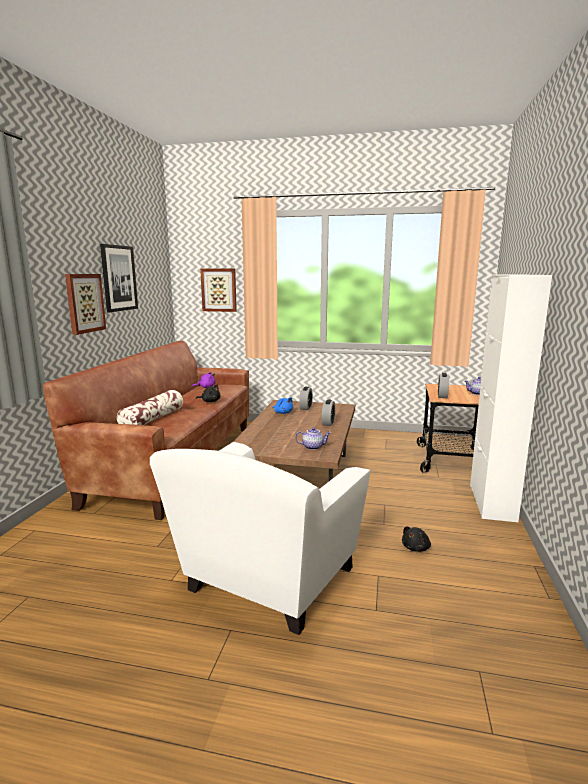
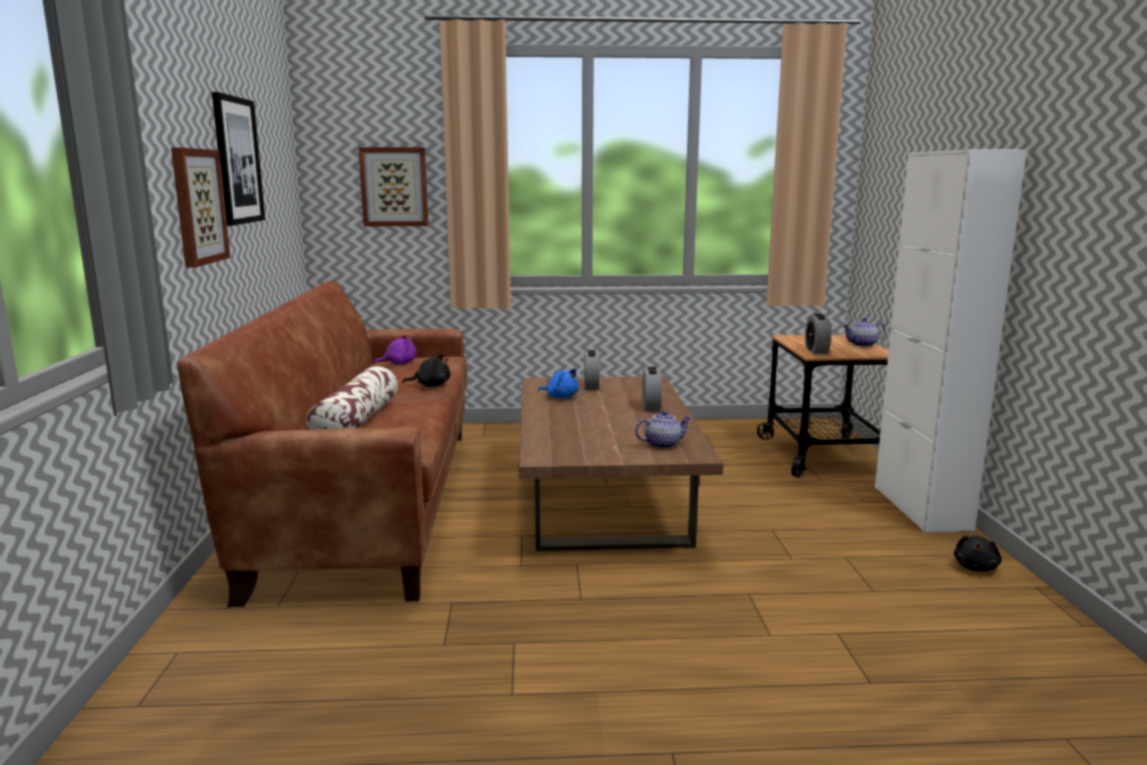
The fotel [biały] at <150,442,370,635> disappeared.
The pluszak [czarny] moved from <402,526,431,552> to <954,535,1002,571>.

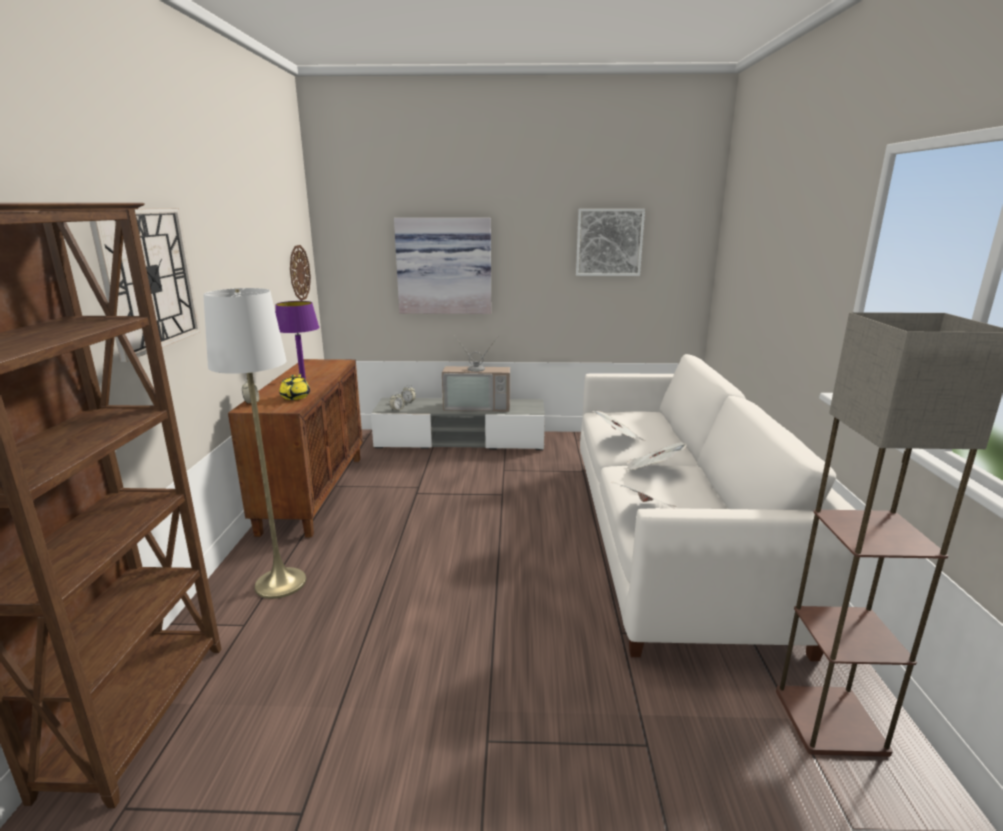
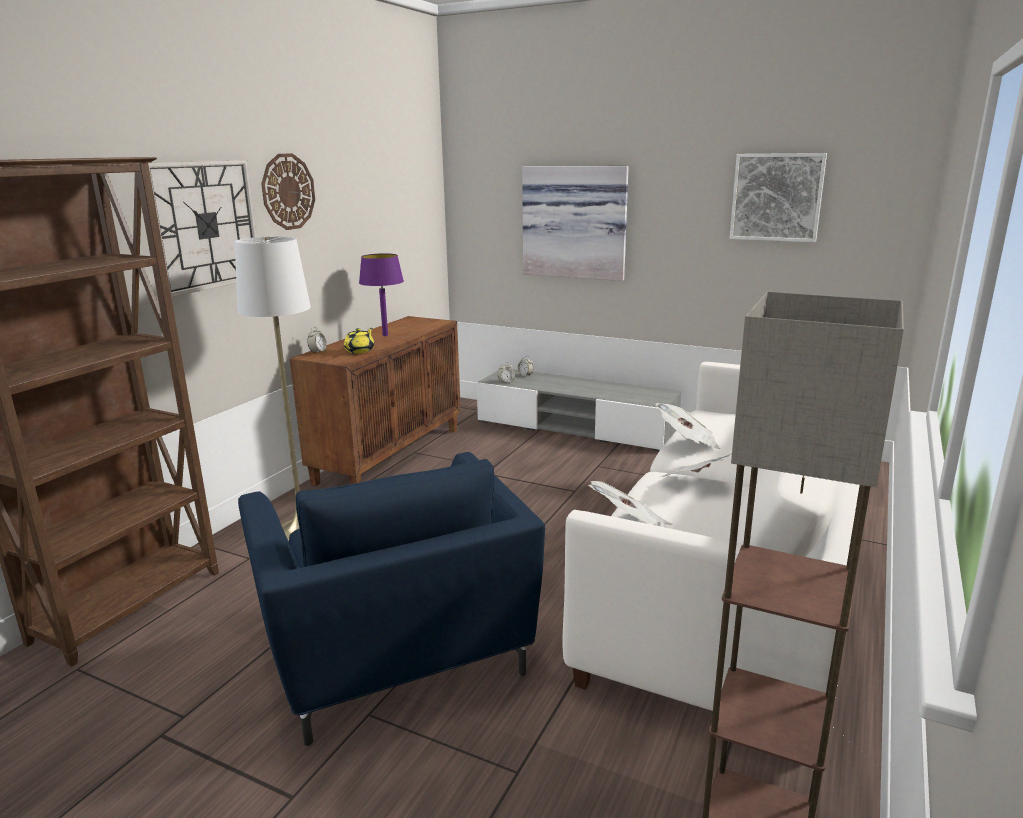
The telewizor at <442,336,510,412> disappeared.
The fotel [niebieski] at <238,452,545,746> appeared.
The zegar ścienny moved from <290,245,311,301> to <261,153,315,230>.

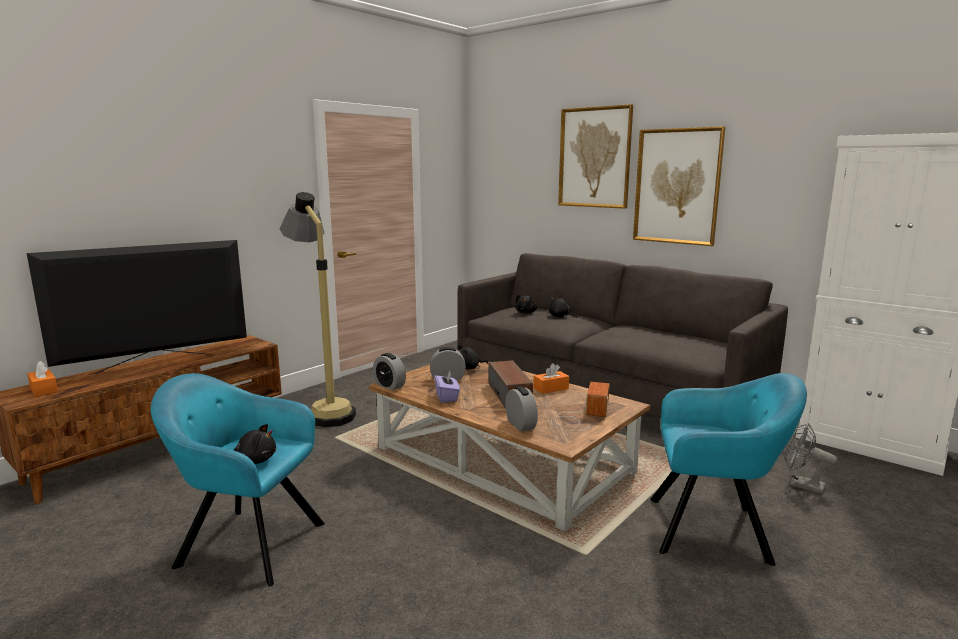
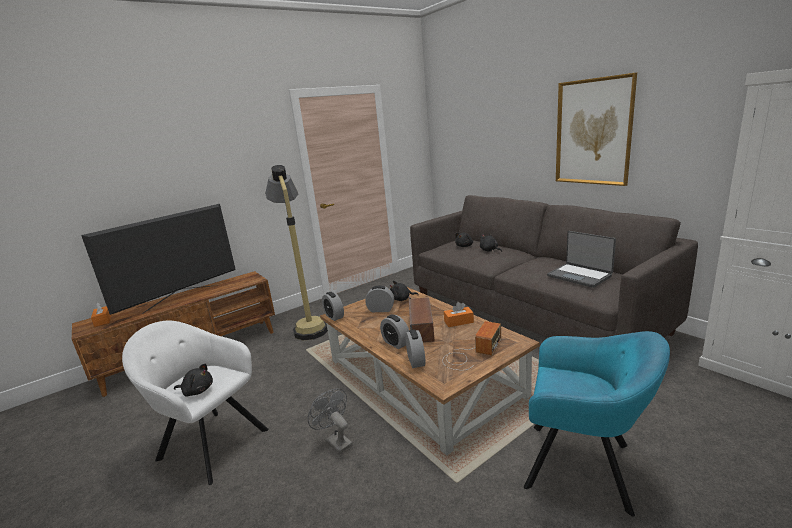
The pudełko chusteczek [fioletowy] at <434,371,460,403> disappeared.
The obraz at <558,104,633,209> disappeared.
The budzik at <380,315,409,349> appeared.
The laptop at <547,231,616,288> appeared.
The wentylator [szary] moved from <784,423,838,494> to <308,388,353,454>.
The fotel [turkusowy] at <151,373,325,586> became the fotel [biały] at <122,320,269,485>.
The telewizor at <27,240,247,374> turned 150 degrees clockwise.

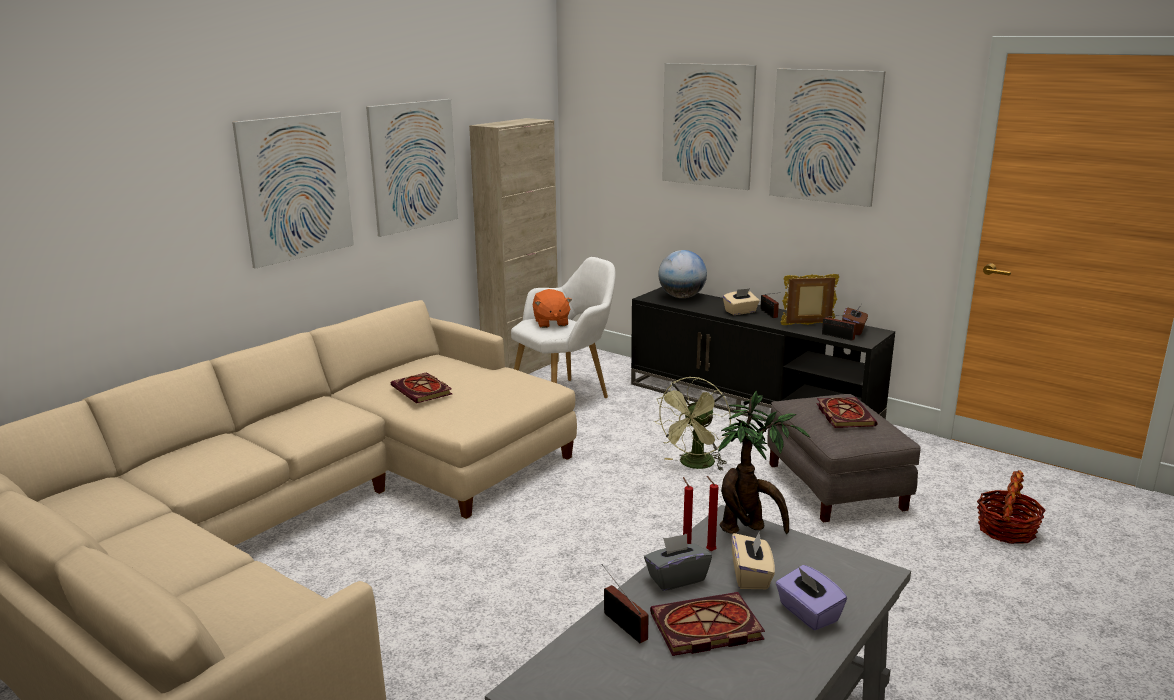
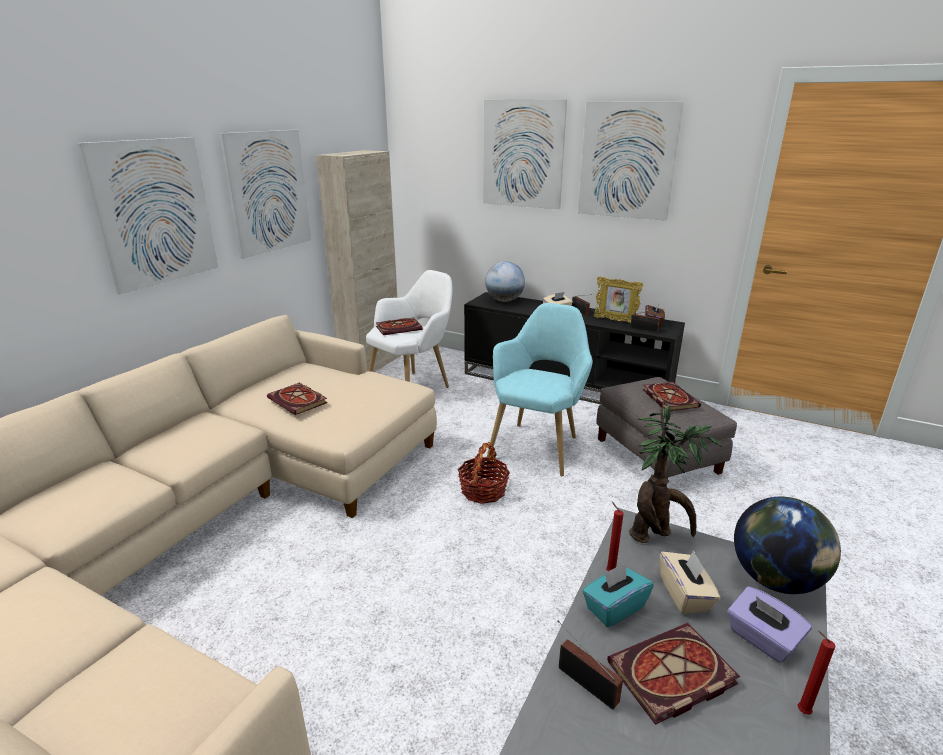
The globus at <734,497,841,594> appeared.
The świeca [czerwony] moved from <706,476,718,551> to <798,630,836,715>.
The koszyk moved from <977,470,1046,544> to <458,442,510,504>.
The pluszak [pomarańczowy] at <533,289,572,328> was replaced by the książka at <376,318,423,335>.
The wentylator [zielony] at <654,377,731,471> was replaced by the fotel [turkusowy] at <487,303,593,476>.
The pudełko chusteczek [szary] at <644,534,712,591> became the pudełko chusteczek [turkusowy] at <582,563,653,627>.
The ramka na zdjęcie at <781,274,839,325> turned 135 degrees counterclockwise.

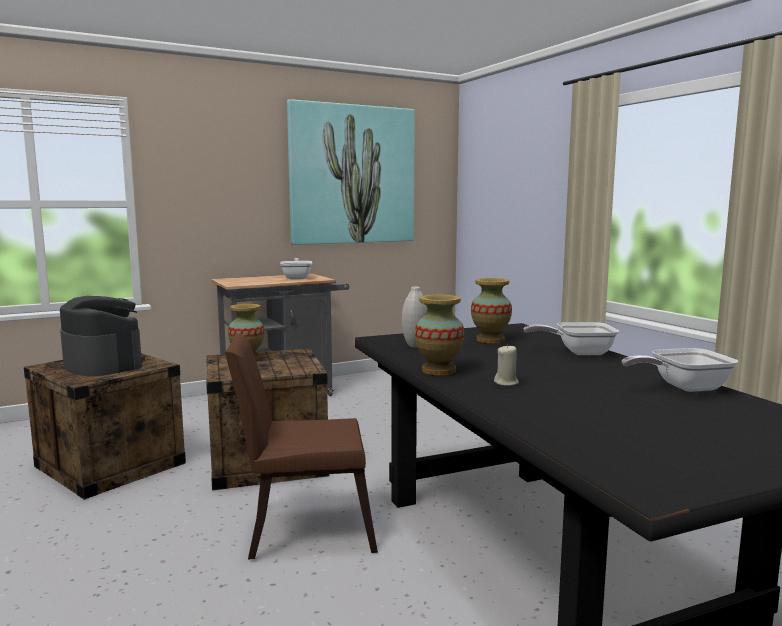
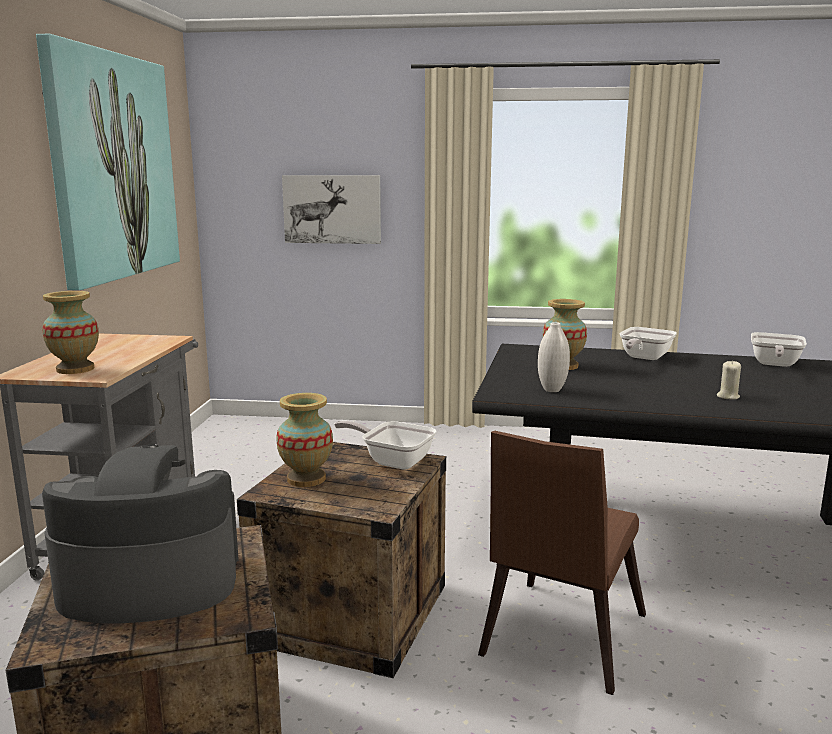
The obraz at <282,175,381,244> appeared.
The patelnia moved from <280,258,312,279> to <334,420,436,470>.
The wazon moved from <415,295,464,375> to <42,291,99,374>.

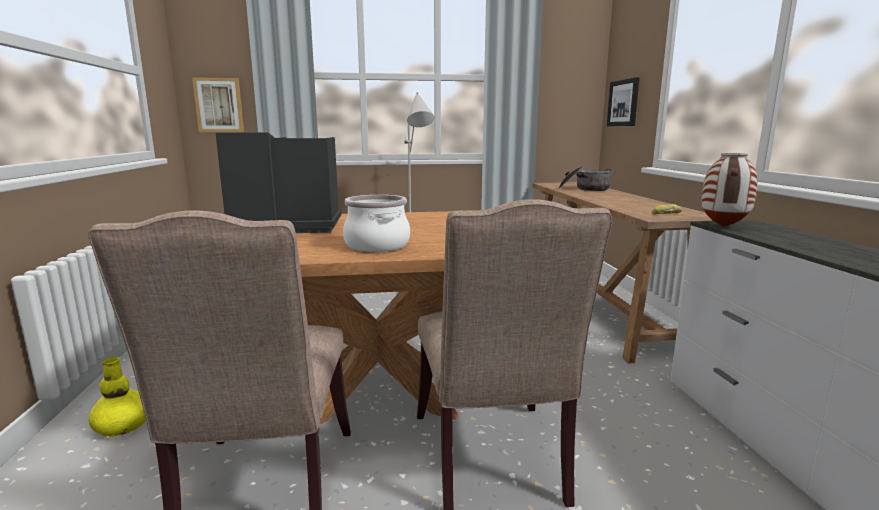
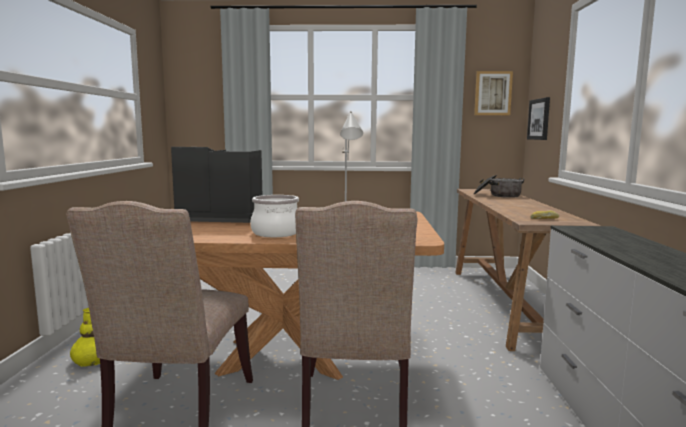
The wazon at <701,153,758,227> disappeared.
The obraz moved from <192,77,244,132> to <474,71,513,115>.

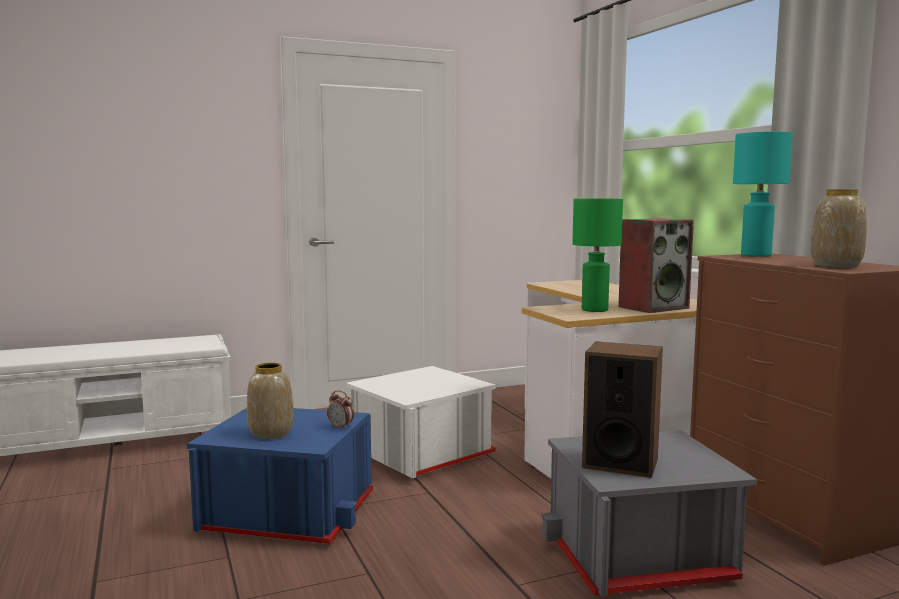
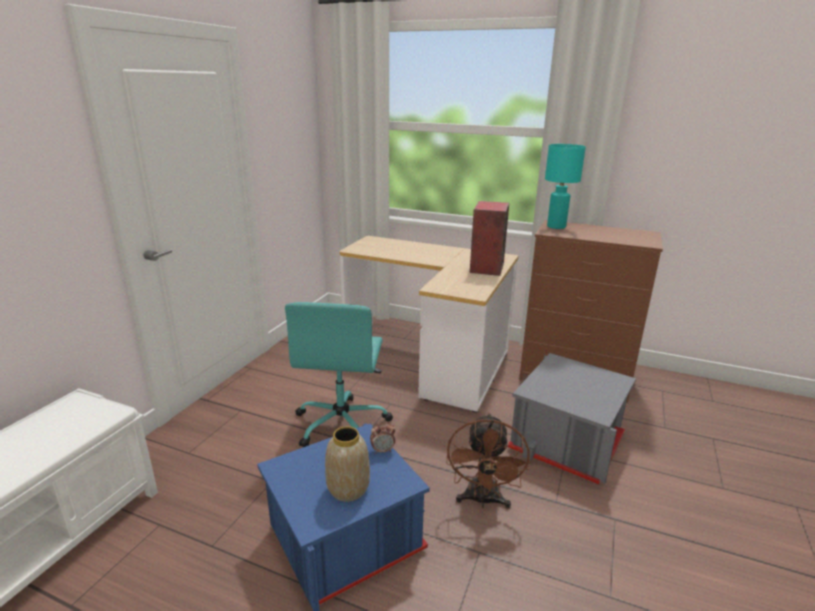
The lampa stołowa [zielony] at <572,199,623,312> disappeared.
The głośnik at <582,341,663,478> disappeared.
The wazon at <811,189,867,268> disappeared.
The wentylator [brązowy] at <446,413,530,509> appeared.
The pojemnik do przechowywania [biały] at <345,366,496,478> was replaced by the krzesło biurowe [turkusowy] at <285,302,393,447>.

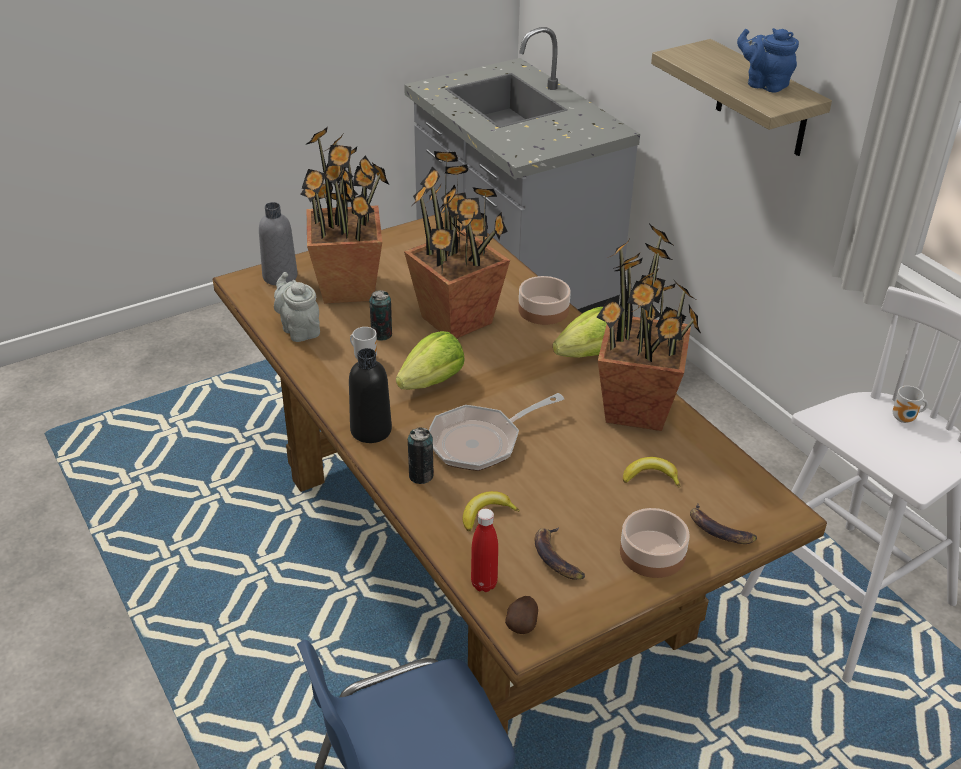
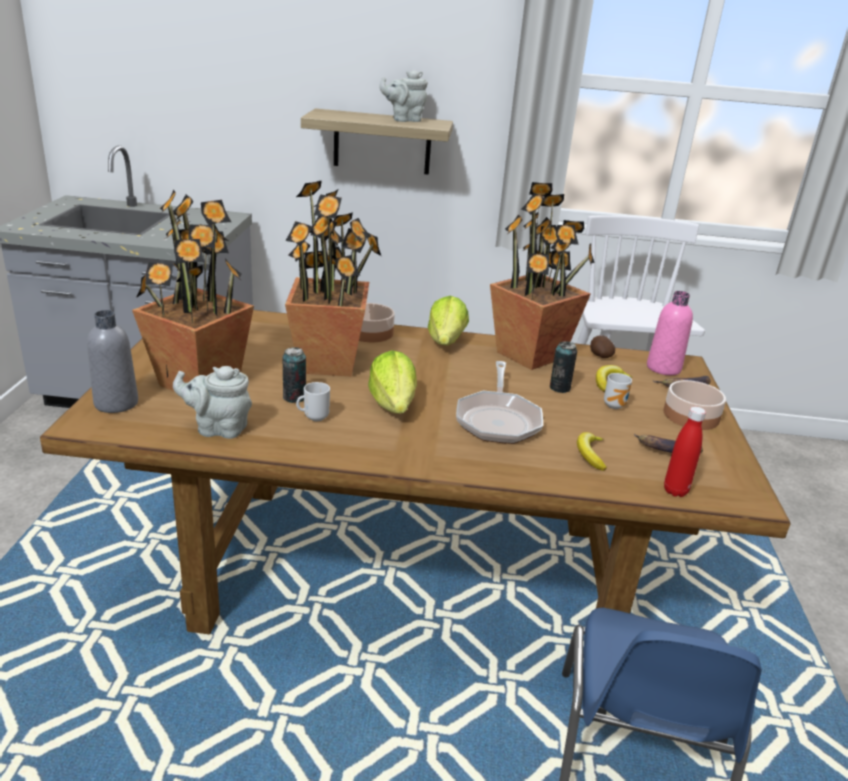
The butelka [czarny] at <349,348,392,443> disappeared.
The butelka [różowy] at <647,291,693,375> appeared.
The puszka moved from <408,427,434,484> to <550,341,577,393>.
The ziemniak moved from <505,596,538,634> to <590,335,615,358>.
The kubek moved from <893,386,928,423> to <604,373,632,409>.
The imbryk [niebieski] at <737,28,799,92> became the imbryk [szary] at <380,70,428,122>.

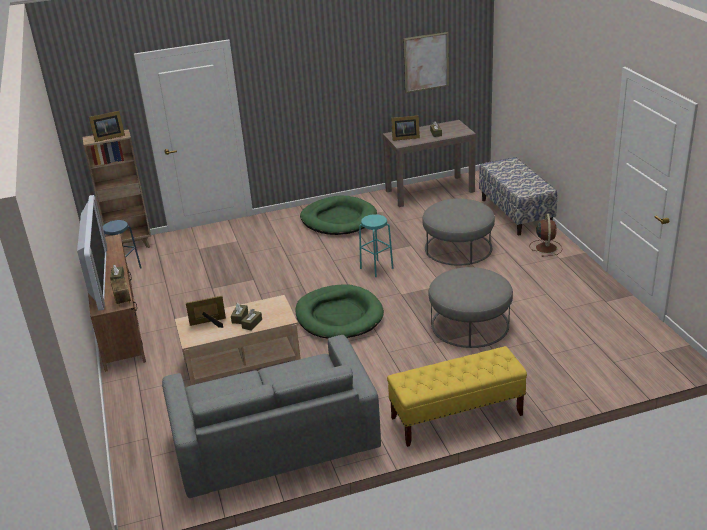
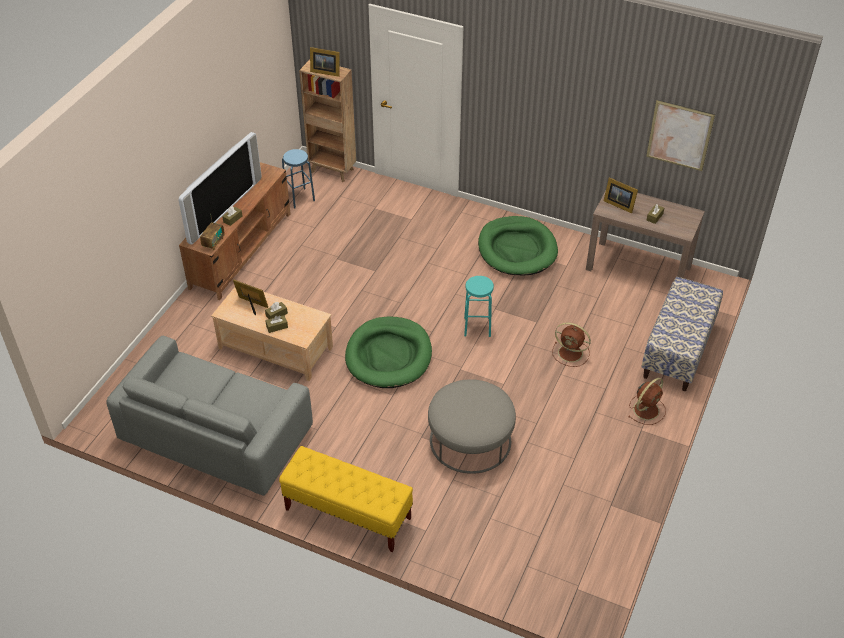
The pufa [szary] at <422,199,495,265> was replaced by the wentylator [brązowy] at <552,322,591,367>.

